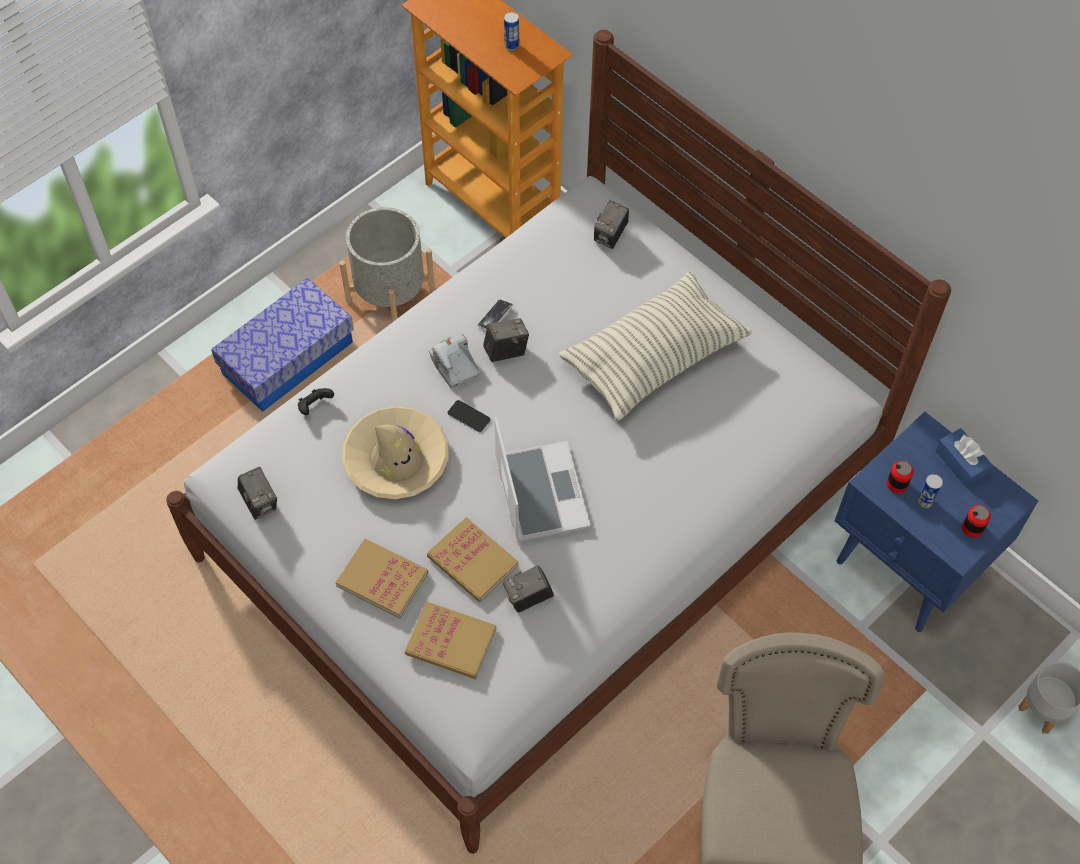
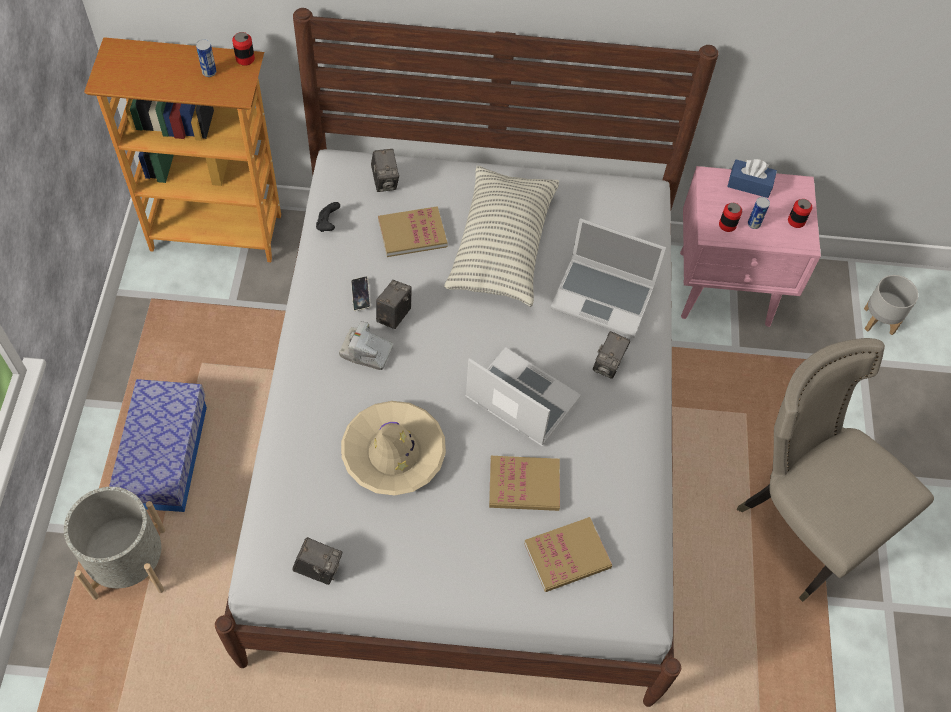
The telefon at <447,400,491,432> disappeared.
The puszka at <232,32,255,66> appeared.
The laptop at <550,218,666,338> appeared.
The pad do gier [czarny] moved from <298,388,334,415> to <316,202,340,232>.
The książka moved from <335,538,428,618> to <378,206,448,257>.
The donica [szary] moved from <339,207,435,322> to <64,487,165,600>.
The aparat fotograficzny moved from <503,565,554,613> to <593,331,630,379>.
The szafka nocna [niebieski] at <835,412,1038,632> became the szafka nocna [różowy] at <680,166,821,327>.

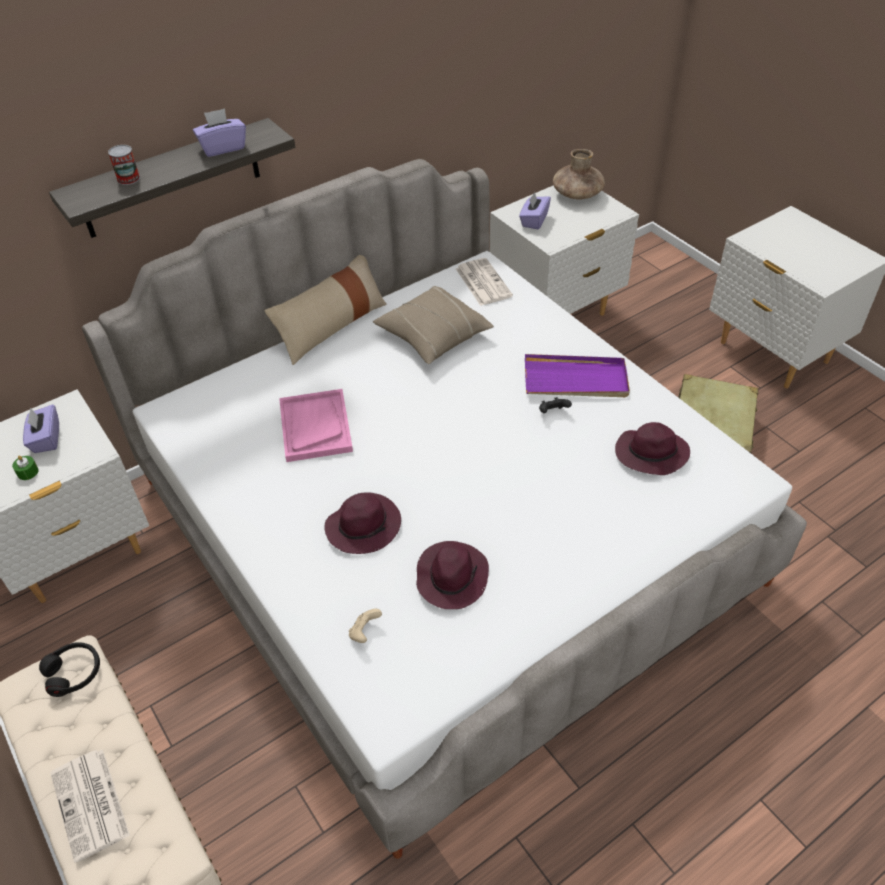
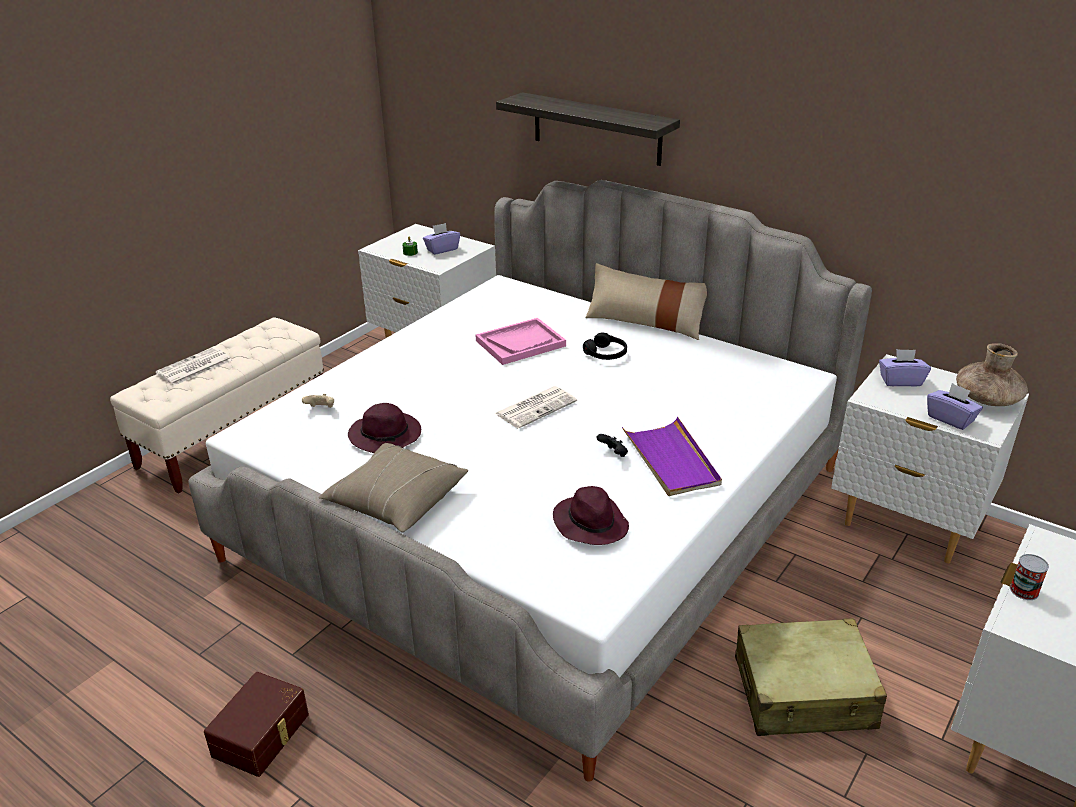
The kapelusz [fioletowy] at <325,492,401,554> disappeared.
The pojemnik do przechowywania [brązowy] at <204,672,309,777> appeared.
The słuchawki [czarny] moved from <39,642,100,697> to <583,333,627,360>.
The puszka moved from <108,145,140,185> to <1010,554,1049,600>.
The pudełko chusteczek [fioletowy] moved from <193,108,246,157> to <927,383,983,430>.
The poduszka [beżowy] moved from <373,286,494,364> to <319,443,468,532>.
The gazeta moved from <456,258,513,306> to <495,386,577,429>.

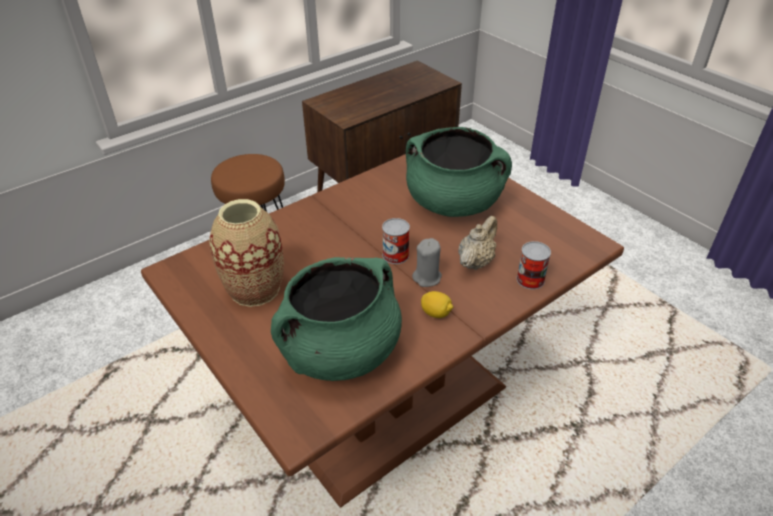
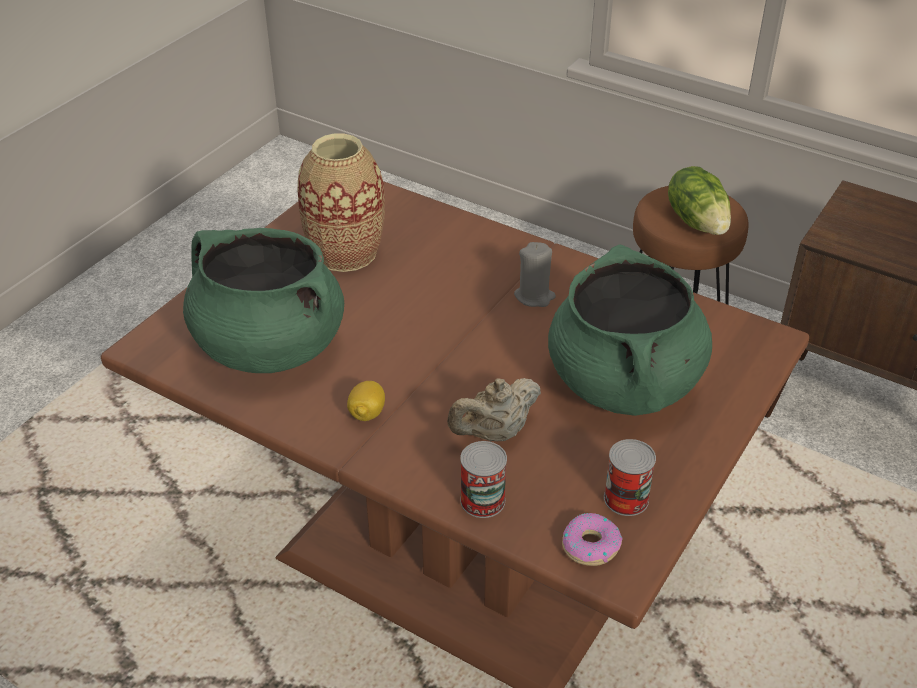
The donut at <562,513,622,566> appeared.
The sałata at <668,166,731,235> appeared.
The puszka moved from <382,218,410,264> to <604,439,656,516>.
The świeca [szary] moved from <412,238,442,287> to <514,242,556,307>.
The imbryk [beżowy] at <458,216,497,270> turned 135 degrees clockwise.

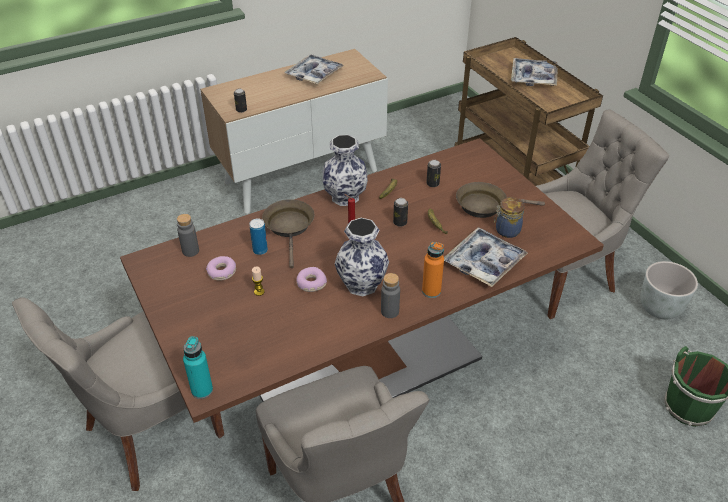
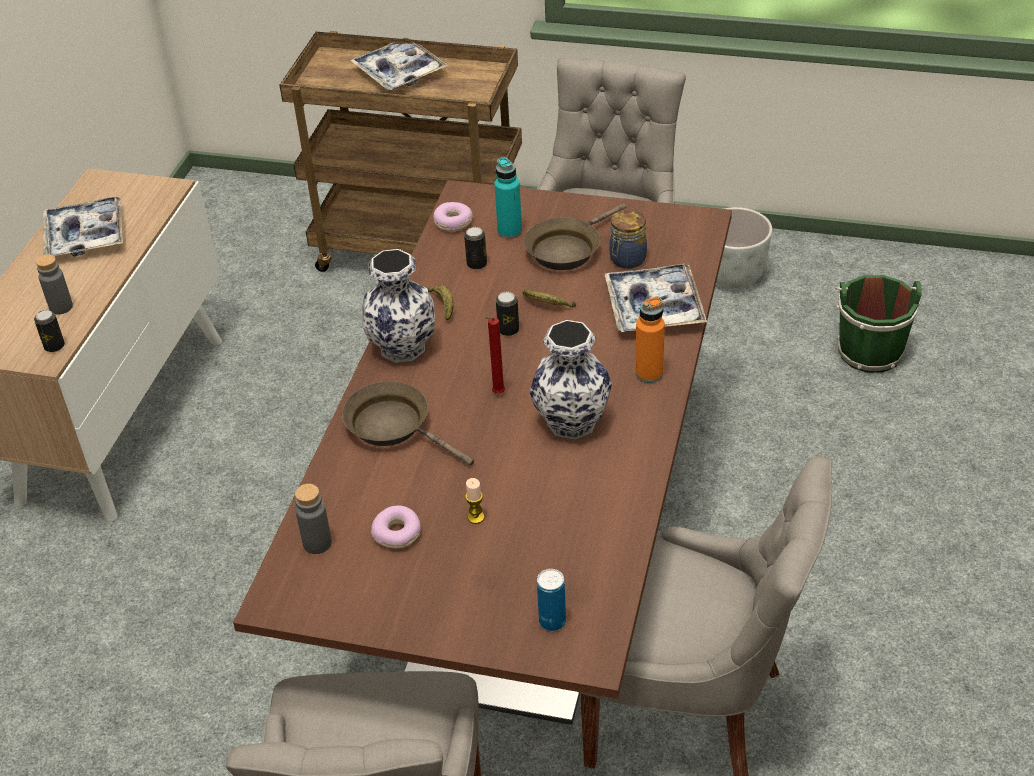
The butelka [turkusowy] moved from <183,336,213,399> to <494,157,522,239>.
The puszka moved from <249,219,268,255> to <537,569,566,631>.
The donut moved from <296,267,327,292> to <433,202,473,231>.
The butelka [szary] moved from <381,273,400,318> to <36,254,73,315>.

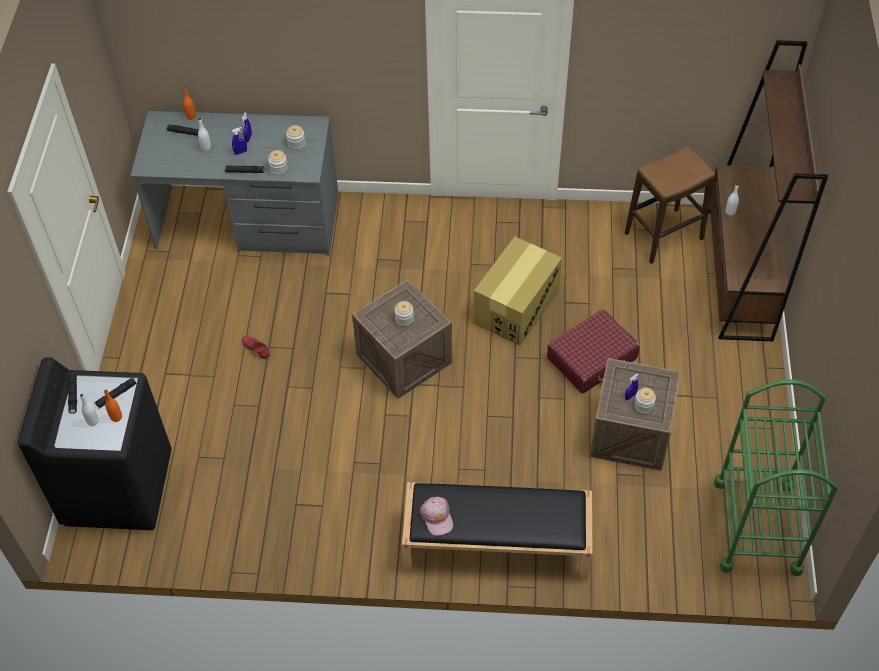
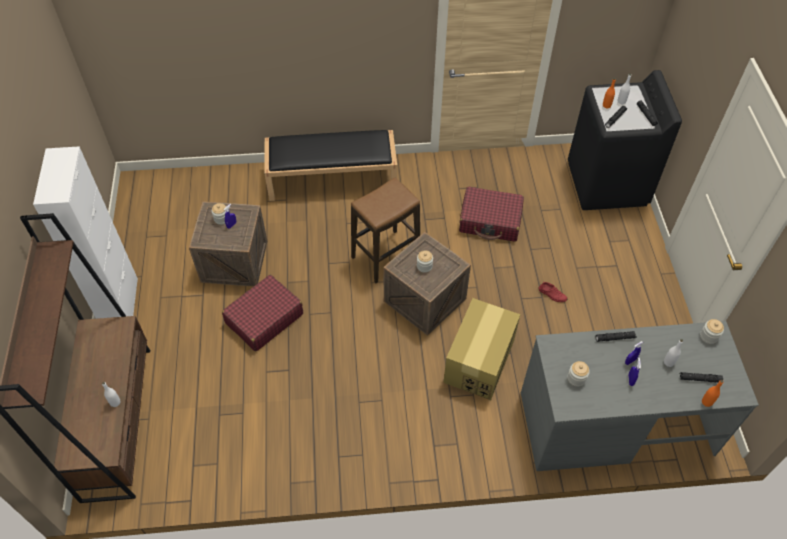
The czapka z daszkiem [różowy] at <420,496,453,536> disappeared.
The wózek [zielony] at <714,379,838,576> disappeared.
The szafka [biały] at <33,146,138,319> appeared.
The walizka [czerwony] at <459,186,524,242> appeared.
The słoik moved from <268,150,288,176> to <700,319,724,344>.
The karton moved from <474,237,562,346> to <443,298,521,400>.
The stołek moved from <625,145,715,264> to <351,178,420,283>.

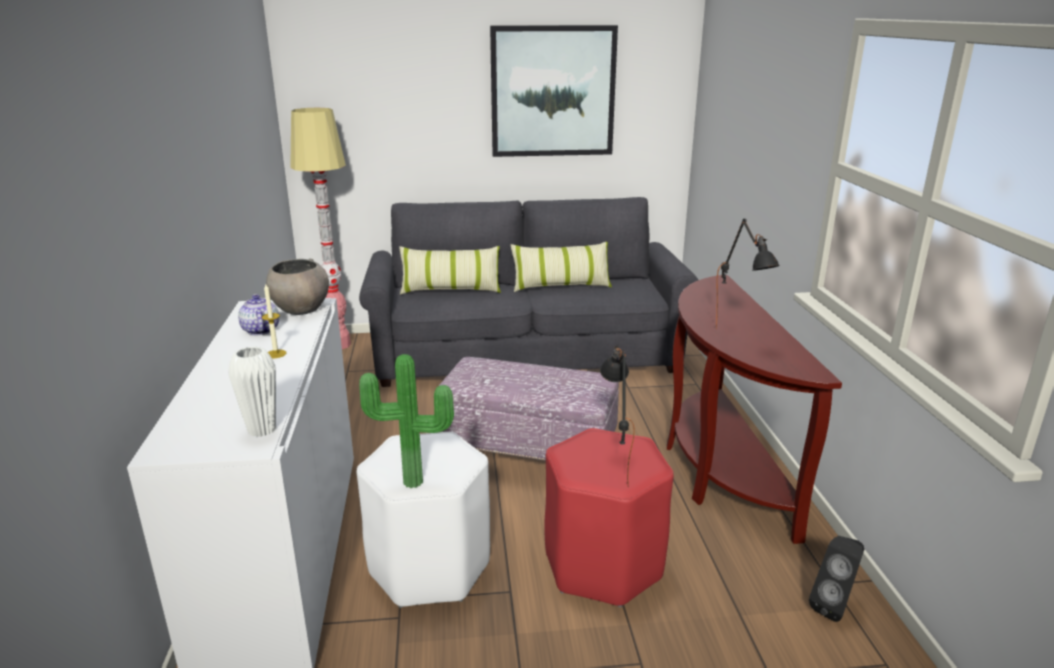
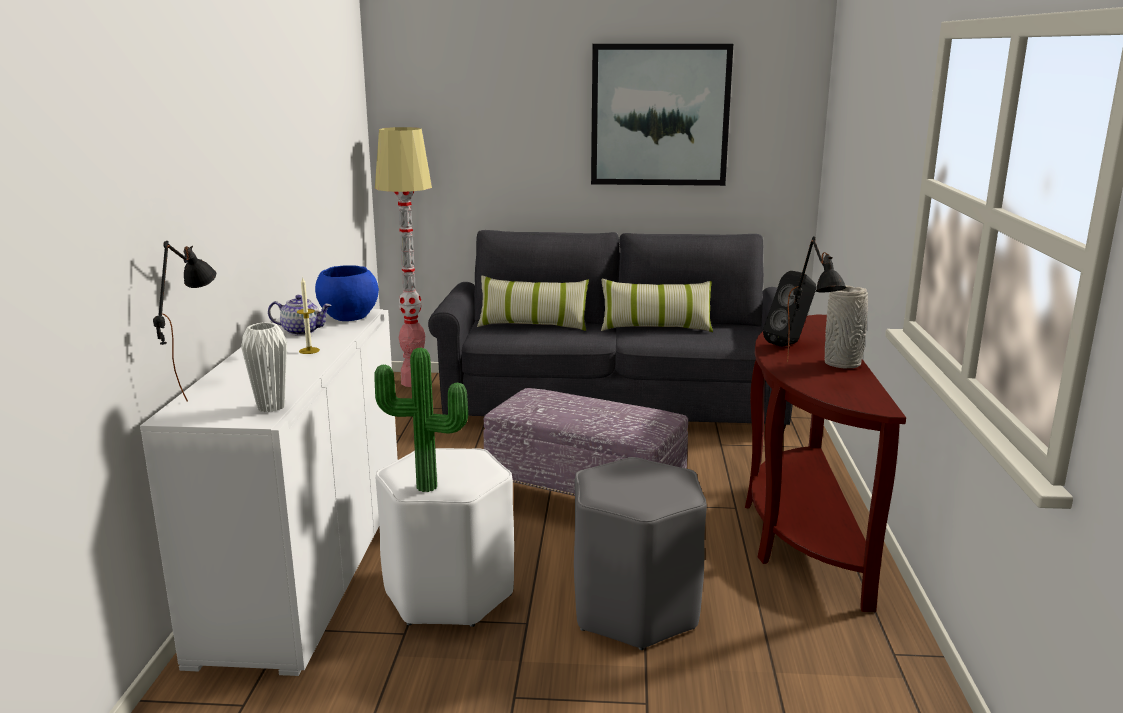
The wazon [szary] at <825,285,868,368> appeared.
The lampa stołowa [czarny] moved from <600,346,635,487> to <153,241,216,401>.
The głośnik [czarny] moved from <809,536,864,622> to <763,271,816,347>.
The miska [szary] at <266,258,329,315> became the miska [niebieski] at <315,265,379,321>.
The stołek [czerwony] at <544,428,674,607> became the stołek [szary] at <574,457,707,650>.
The imbryk at <238,294,279,335> turned 105 degrees clockwise.

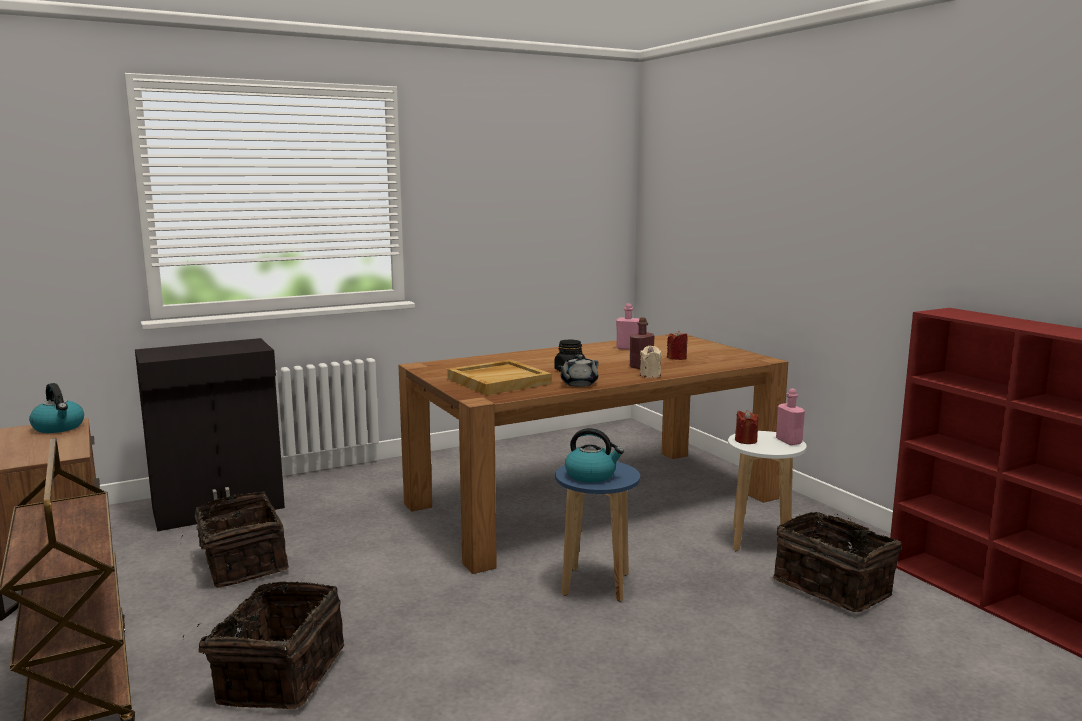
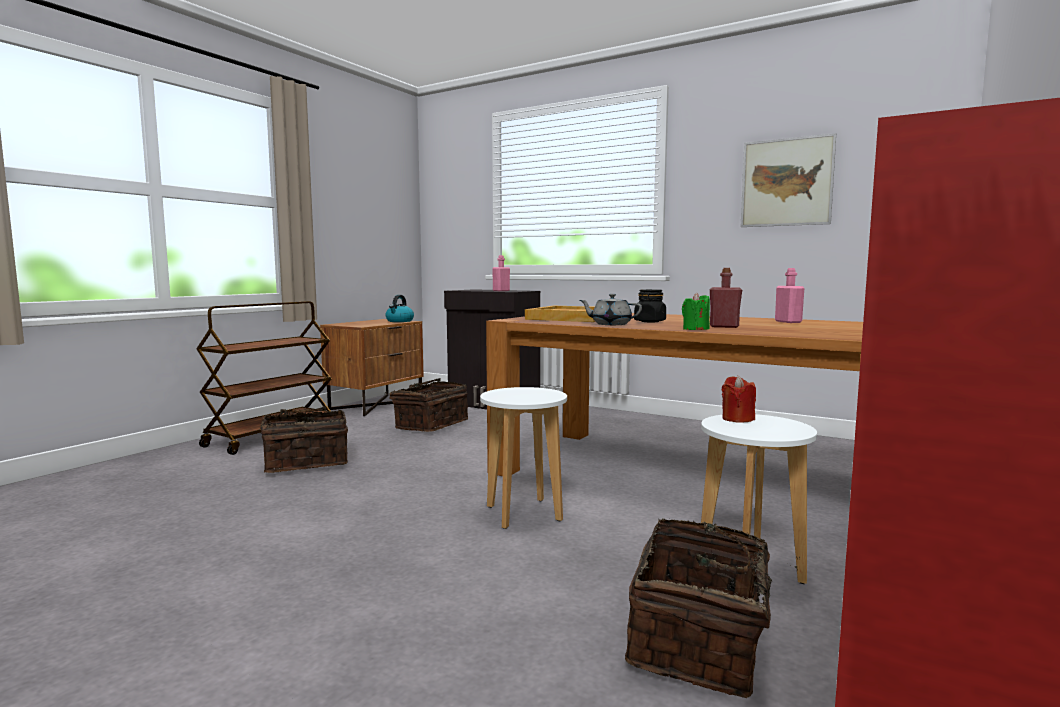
The czajnik at <565,428,624,483> disappeared.
The świeca [czerwony] at <667,330,688,360> disappeared.
The obraz at <741,133,836,227> appeared.
The butelka [różowy] moved from <776,389,805,445> to <492,255,510,291>.
The stołek [niebieski] at <555,462,640,602> became the stołek [biały] at <480,387,567,529>.
The świeca [beżowy] at <640,345,662,378> became the świeca [zielony] at <682,293,710,330>.

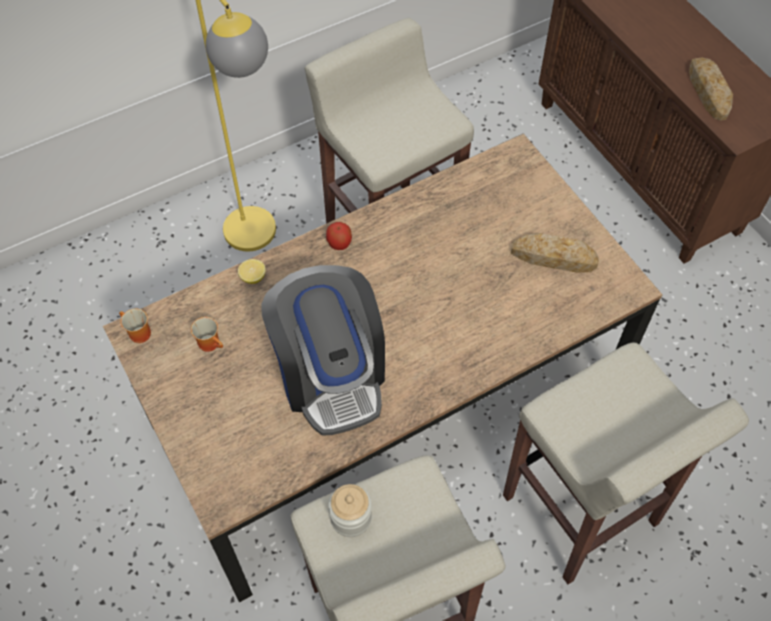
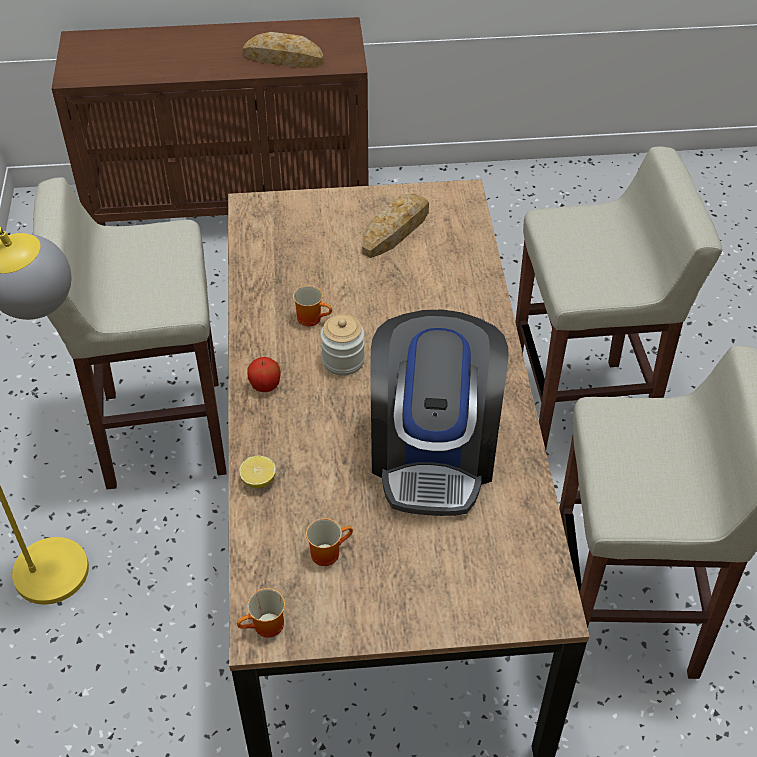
The kubek at <293,285,332,327> appeared.
The słoik moved from <328,484,372,537> to <321,315,365,376>.
The ekspres do kawy at <261,265,385,436> turned 90 degrees clockwise.

